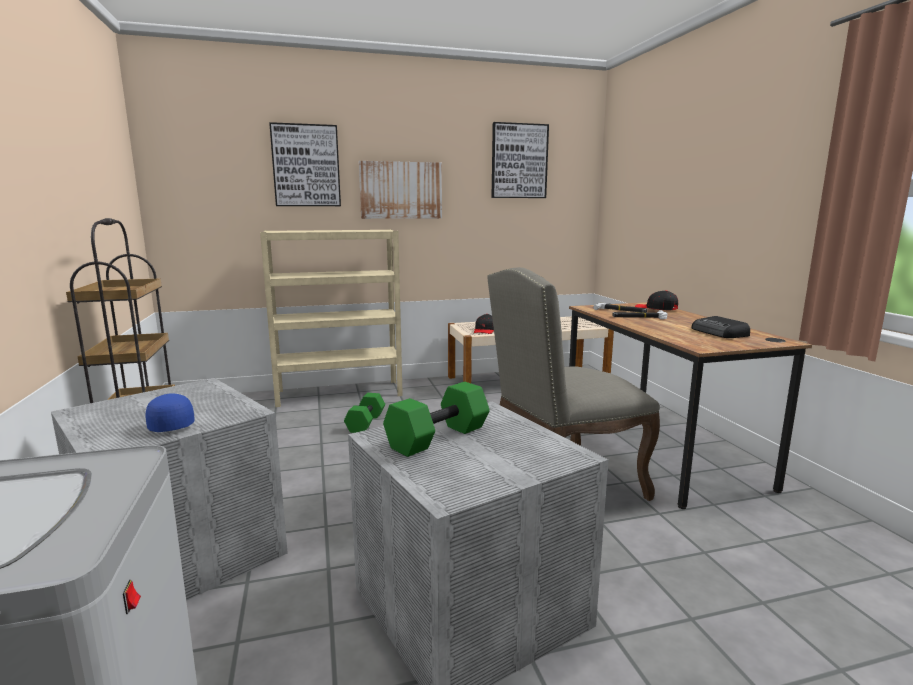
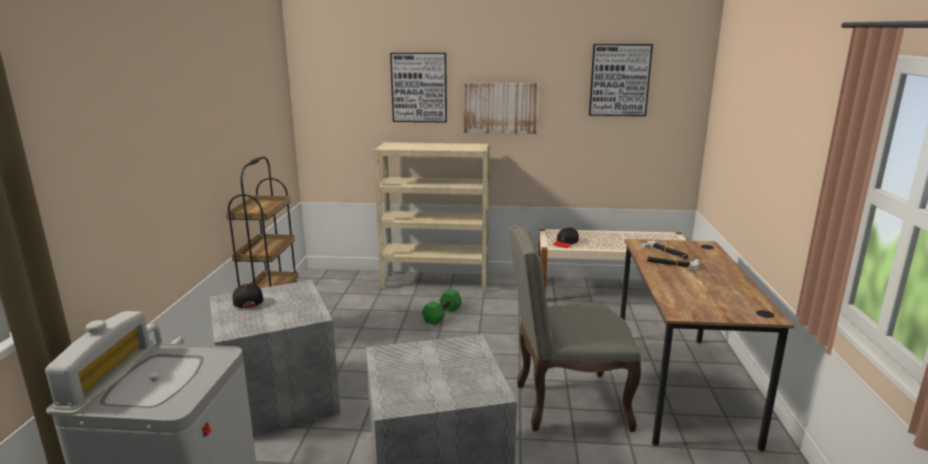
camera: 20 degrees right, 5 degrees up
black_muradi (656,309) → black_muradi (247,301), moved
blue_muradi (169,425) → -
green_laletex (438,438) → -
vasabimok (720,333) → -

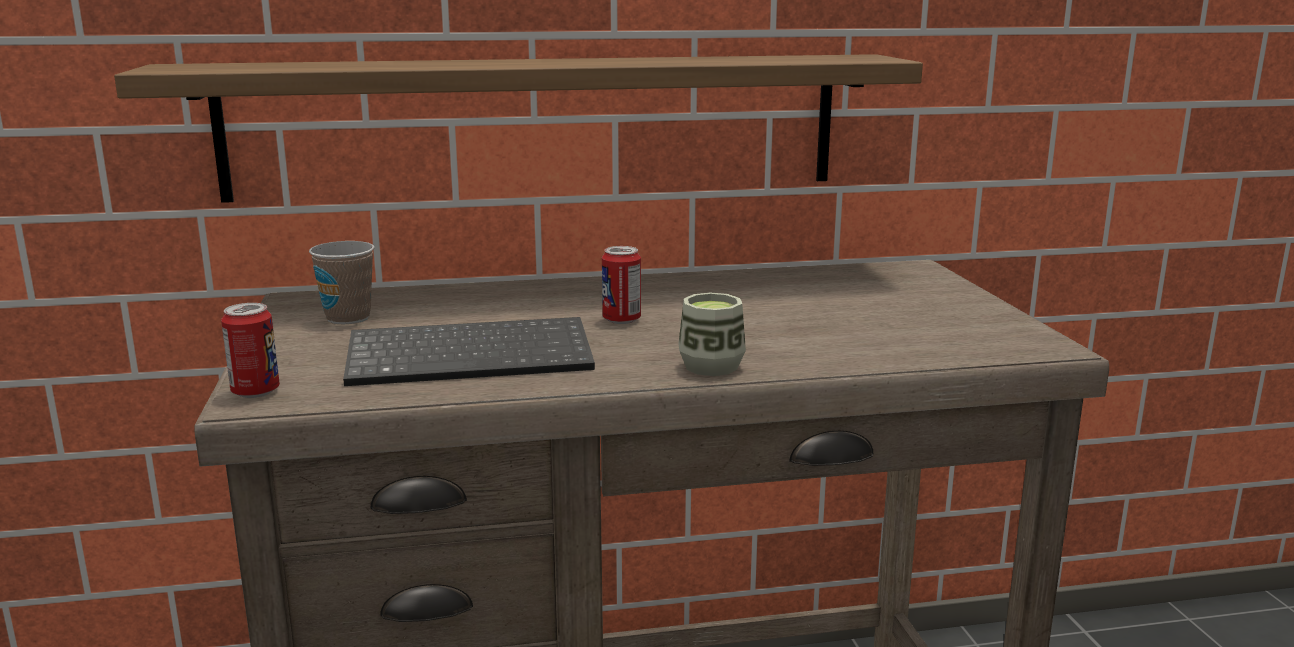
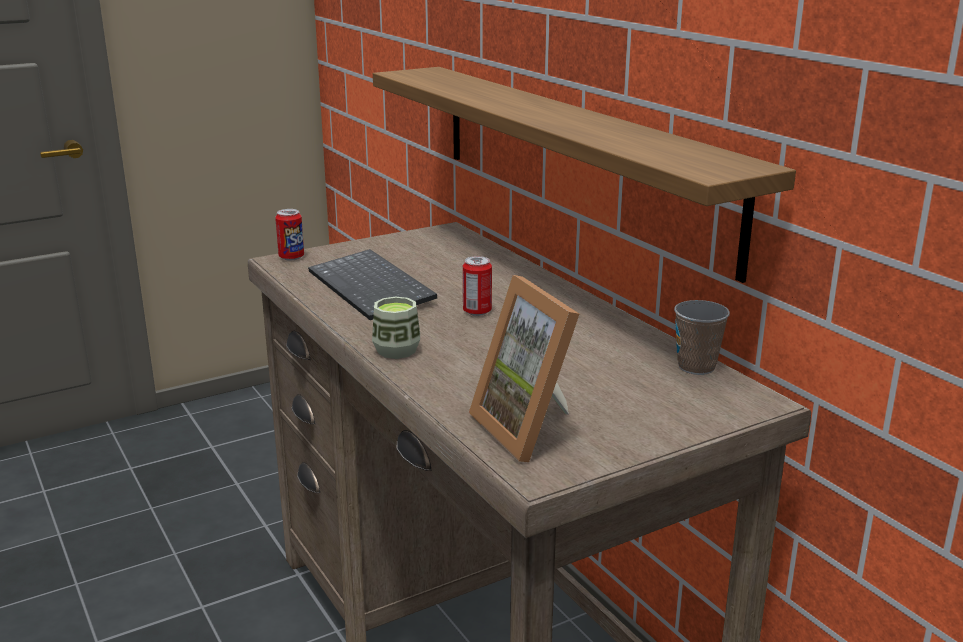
camera: 70 degrees right, 5 degrees up
- → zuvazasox (532,429)
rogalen (348,318) → rogalen (696,367), moved

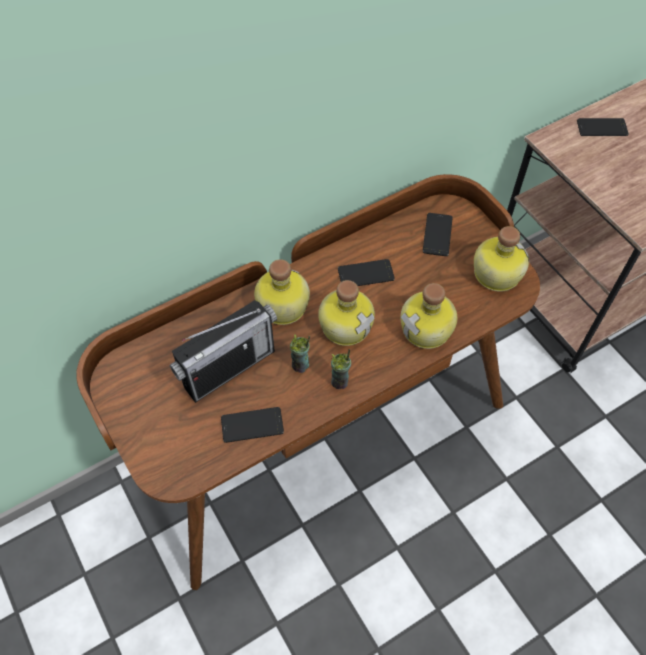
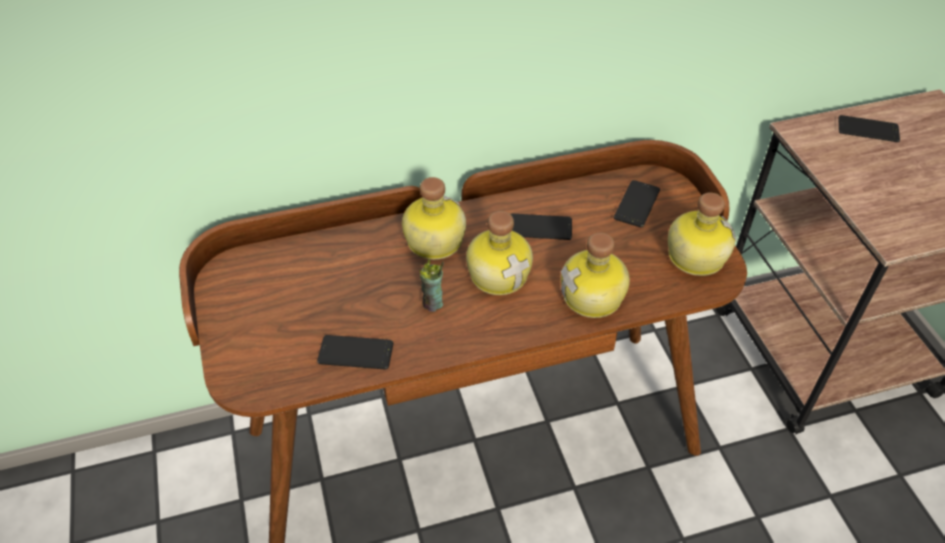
camera: 15 degrees right, 10 degrees down
vasabimok (229,368) → -
rogalen (340,382) → -

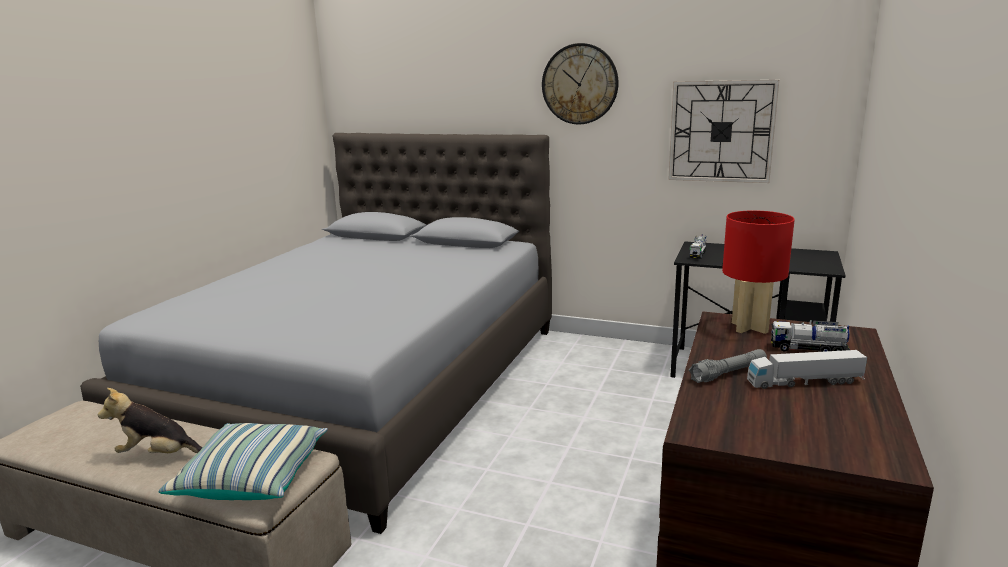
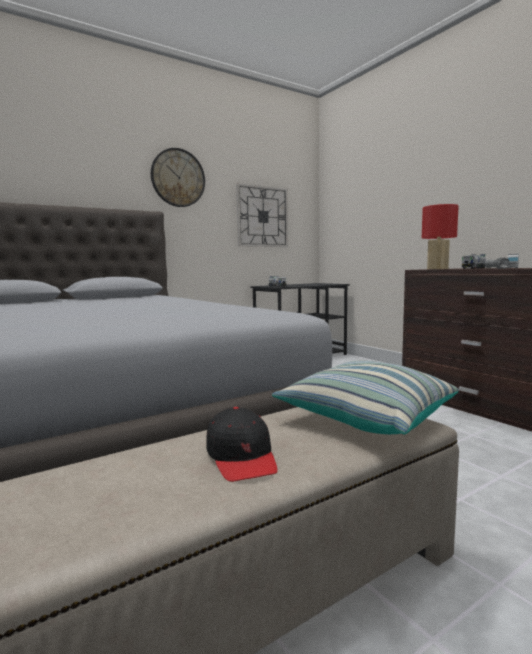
camera: 55 degrees left, 10 degrees down
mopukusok (160,455) → black_muradi (242,457)

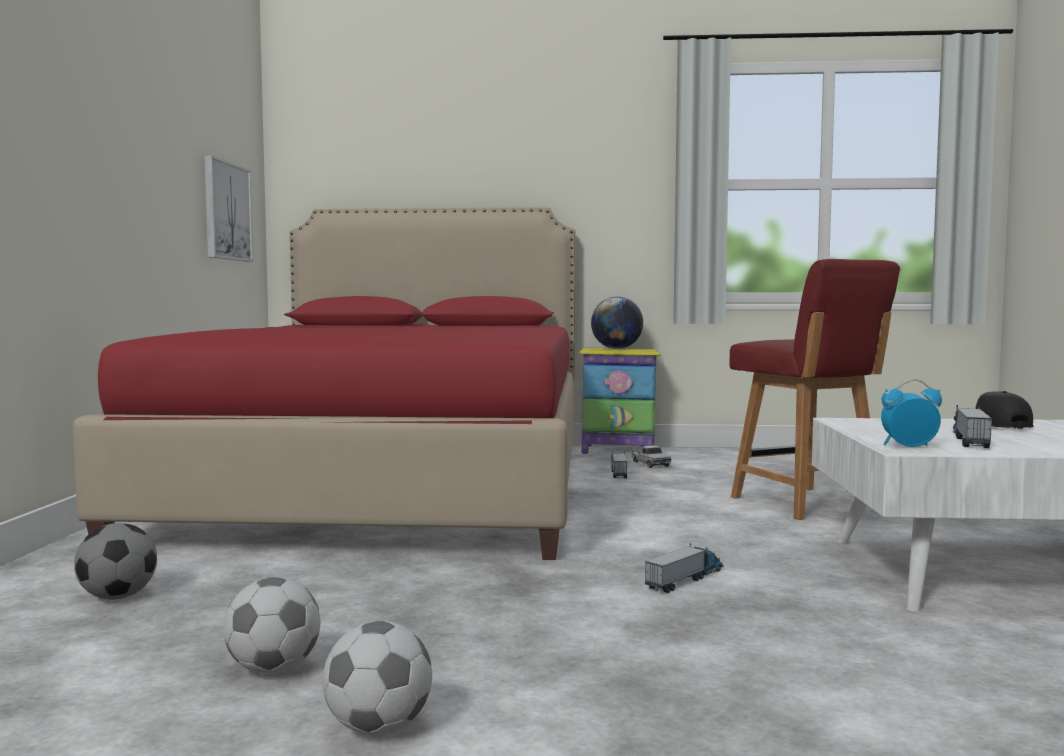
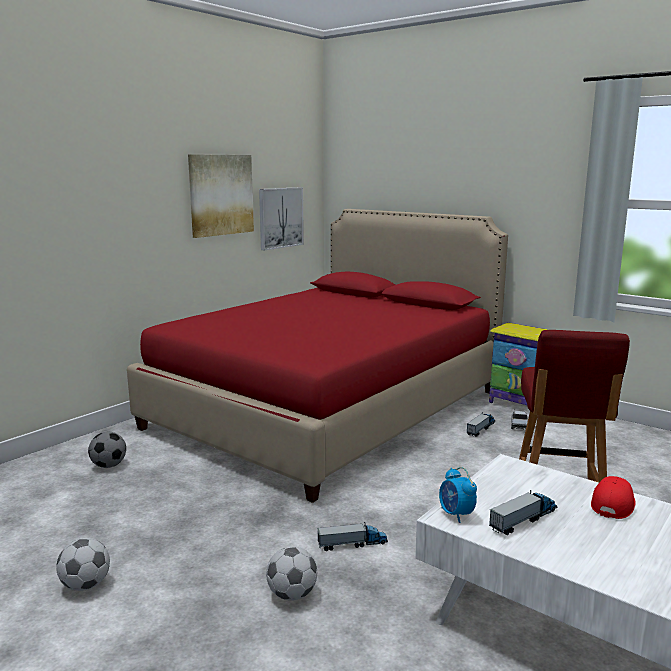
camera: 35 degrees right, 10 degrees up
- → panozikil (221,195)
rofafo (273,669) → rofafo (292,595), moved
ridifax (907,446) → ridifax (456,514), 150 degrees counterclockwise
black_muradi (997,424) → red_muradi (613,504)
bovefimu (617,348) → -

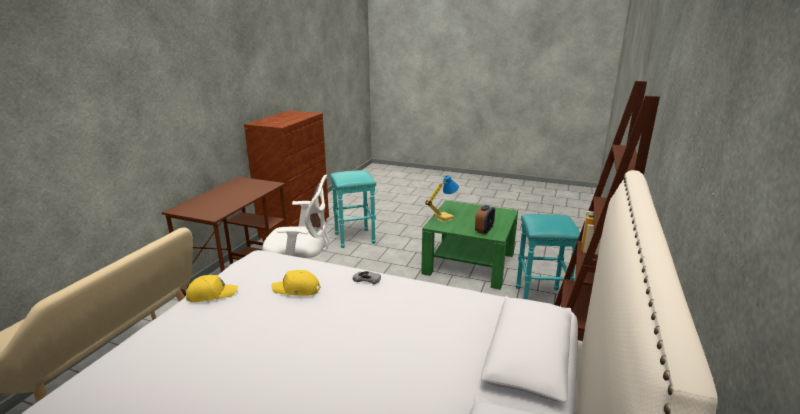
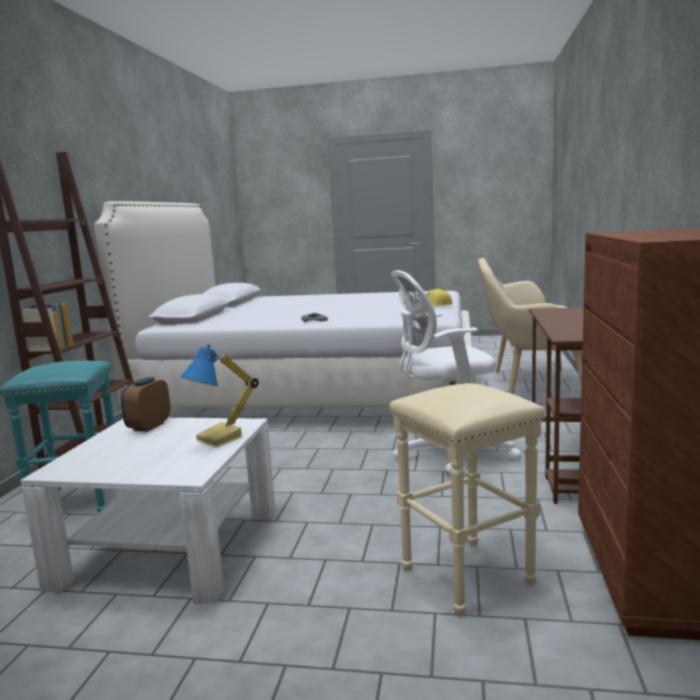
camera: 170 degrees right, 10 degrees down
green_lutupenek (469,263) → white_lutupenek (170,547)
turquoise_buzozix (355,238) → beige_buzozix (463,575)
yellow_muradi (296,289) → -

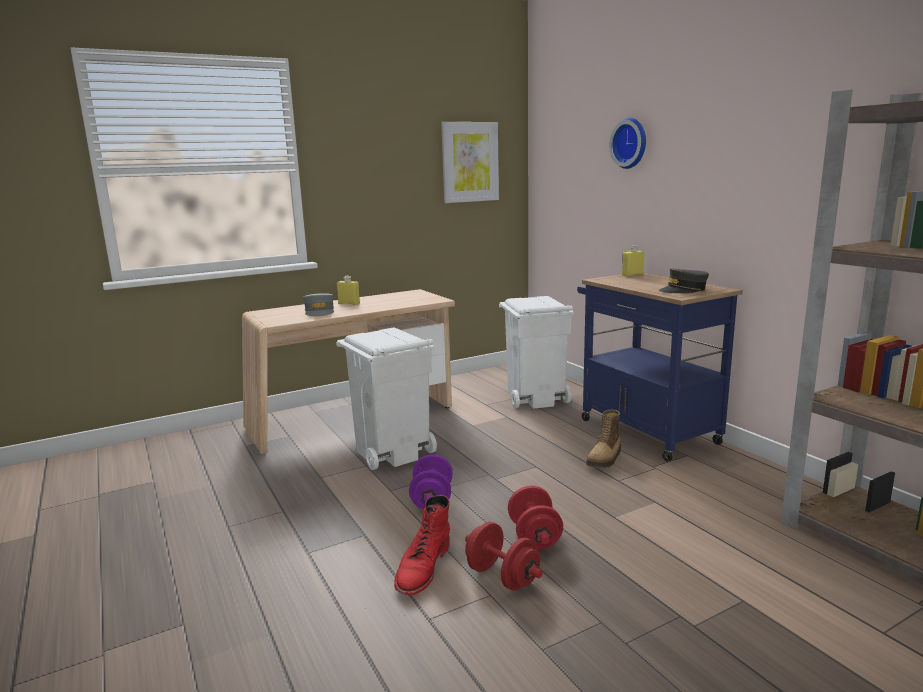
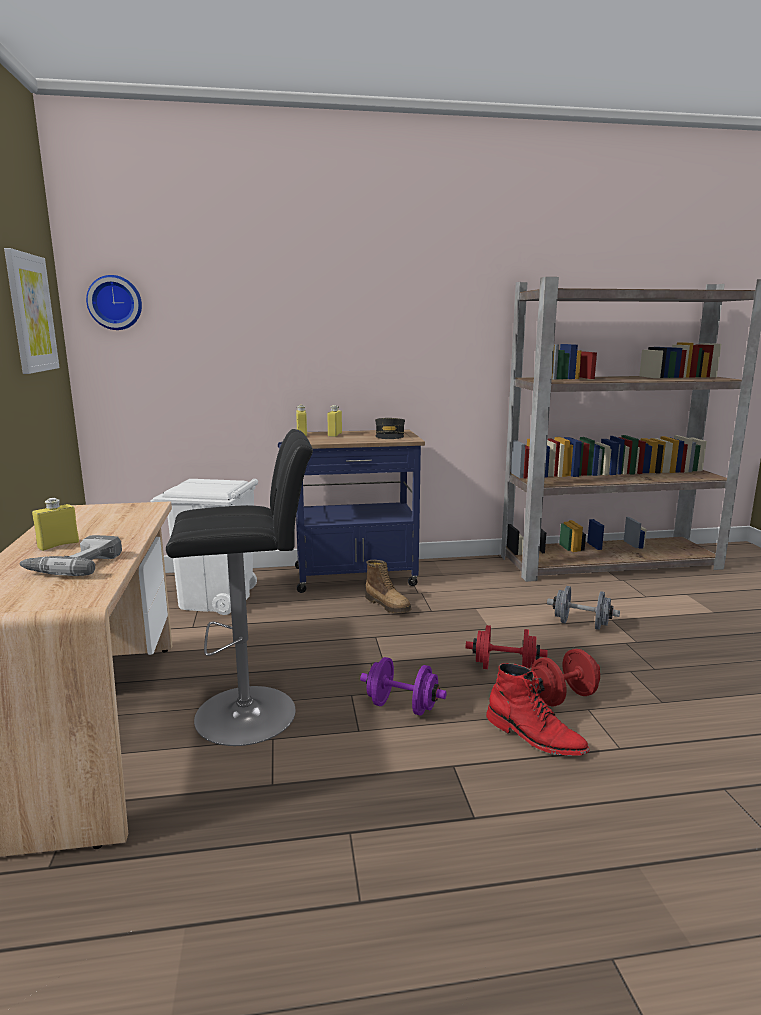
camera: 70 degrees left, 0 degrees up
grey_muradi (319,312) → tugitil (74,565)
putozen (631,143) → putozen (115,303), moved
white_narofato (391,452) → black_buzozix (253,713)
- → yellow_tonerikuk (335,435)
- → grey_laletex (581,624)

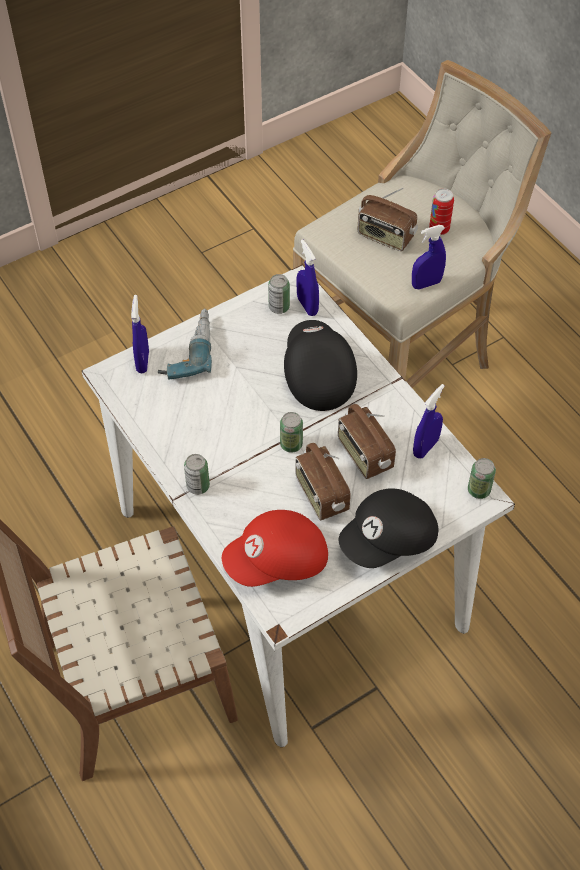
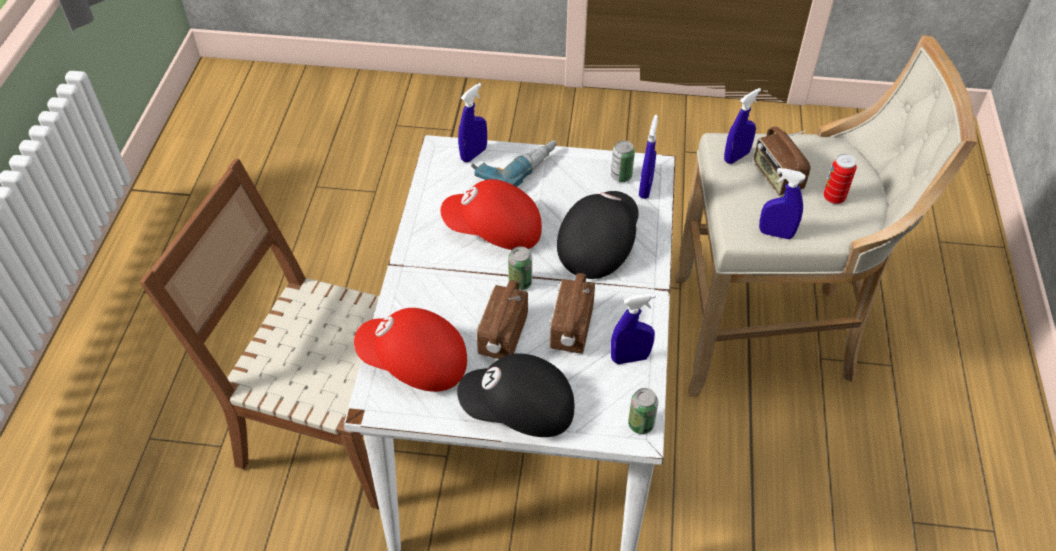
camera: 40 degrees right, 5 degrees down
- → red_muradi (494,231)
- → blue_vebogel (736,157)
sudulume (198,486) → -

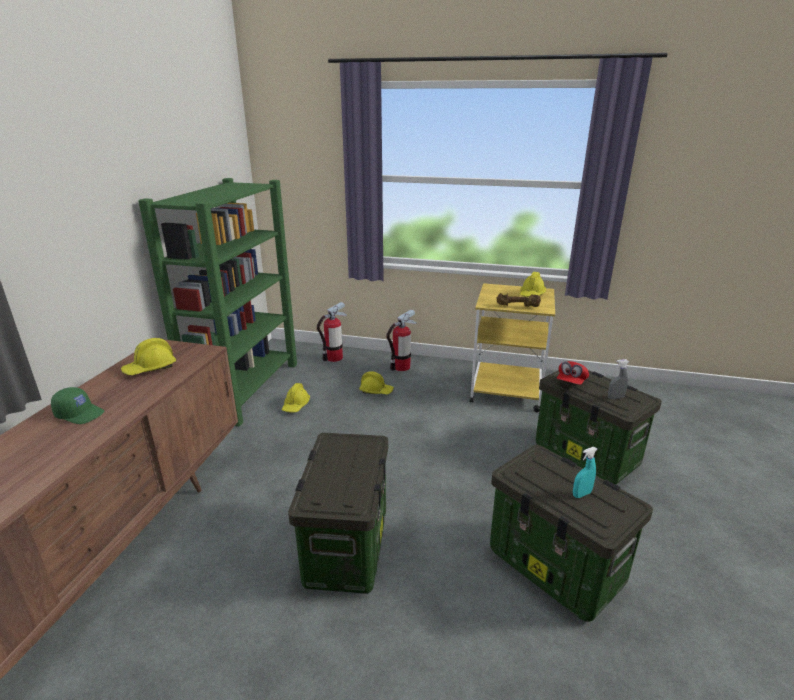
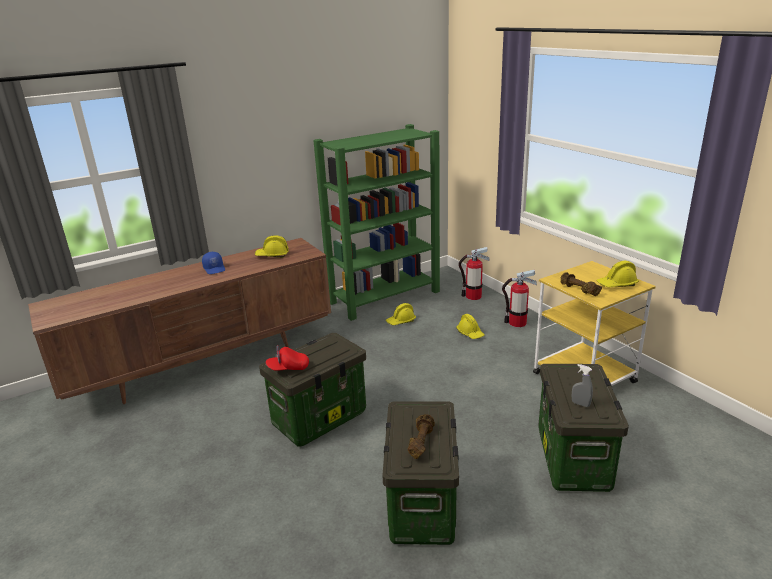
camera: 45 degrees right, 0 degrees up
green_muradi (80,413) → blue_muradi (215,268)
red_muradi (571,382) → red_muradi (288,368), moved
turquoise_vebogel (581,494) → brown_laletex (420,442)

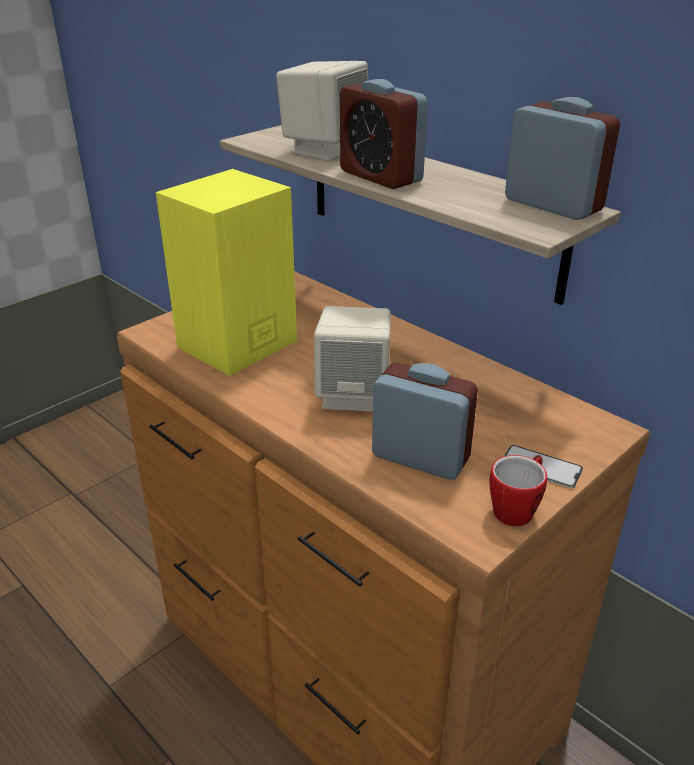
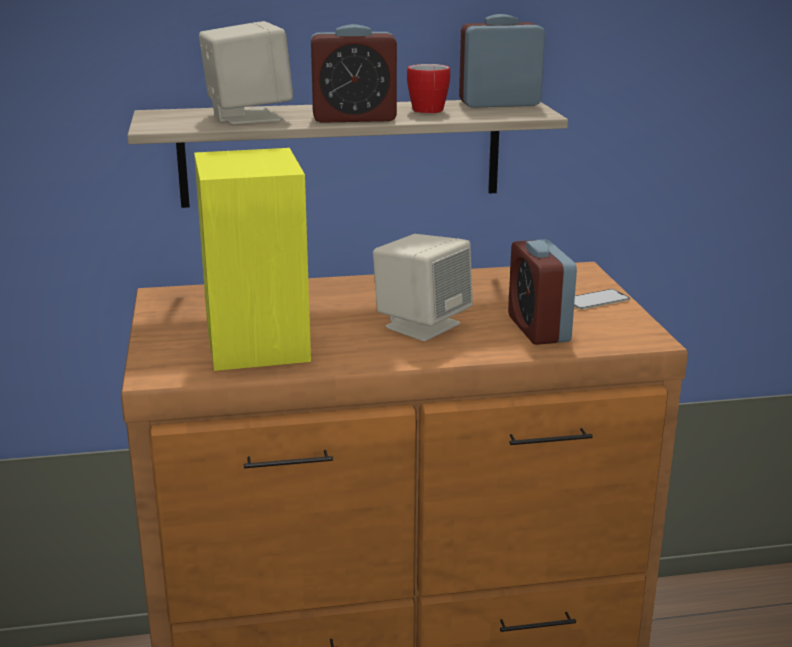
camera: 55 degrees left, 10 degrees down
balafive (517,508) → balafive (426,109), moved
ridifax (420,457) → ridifax (538,329), 75 degrees counterclockwise

